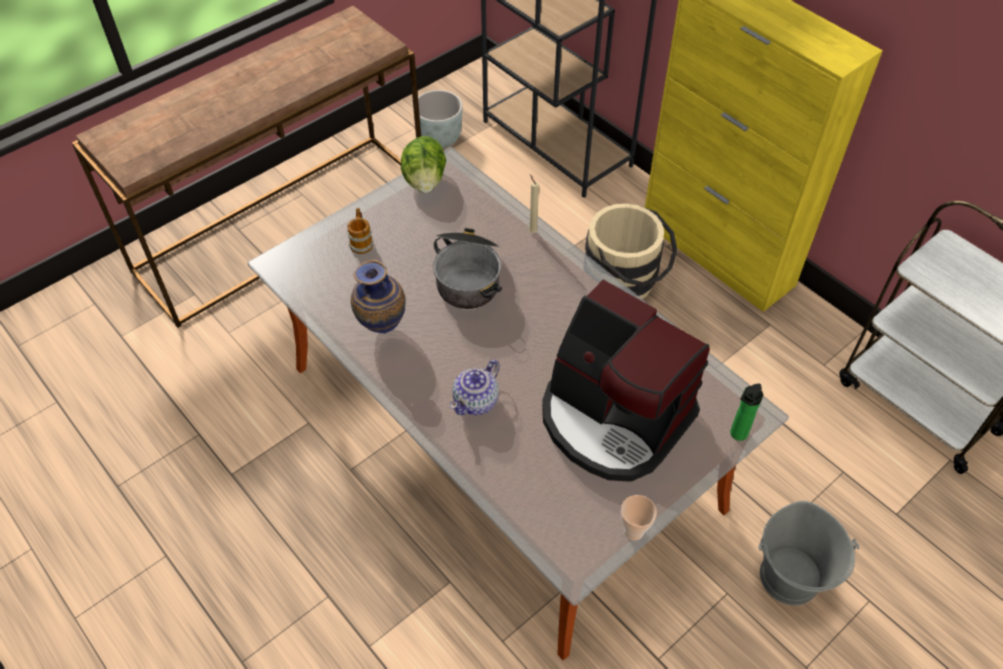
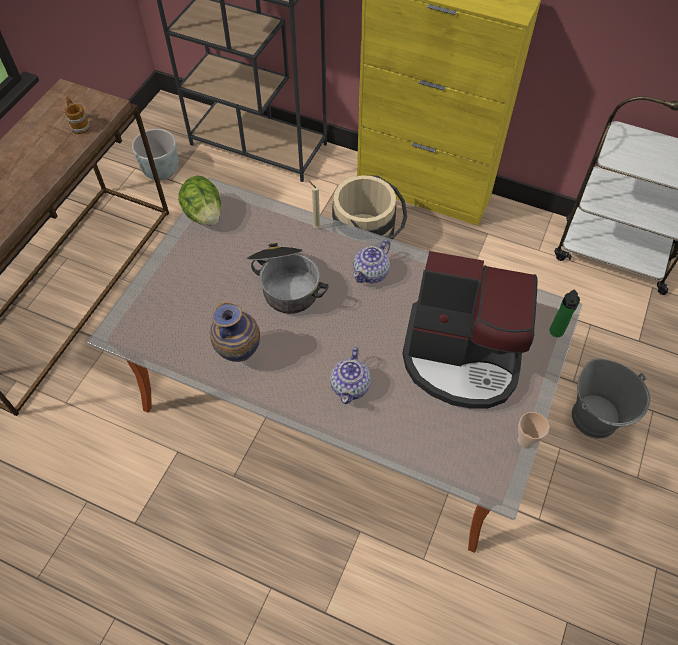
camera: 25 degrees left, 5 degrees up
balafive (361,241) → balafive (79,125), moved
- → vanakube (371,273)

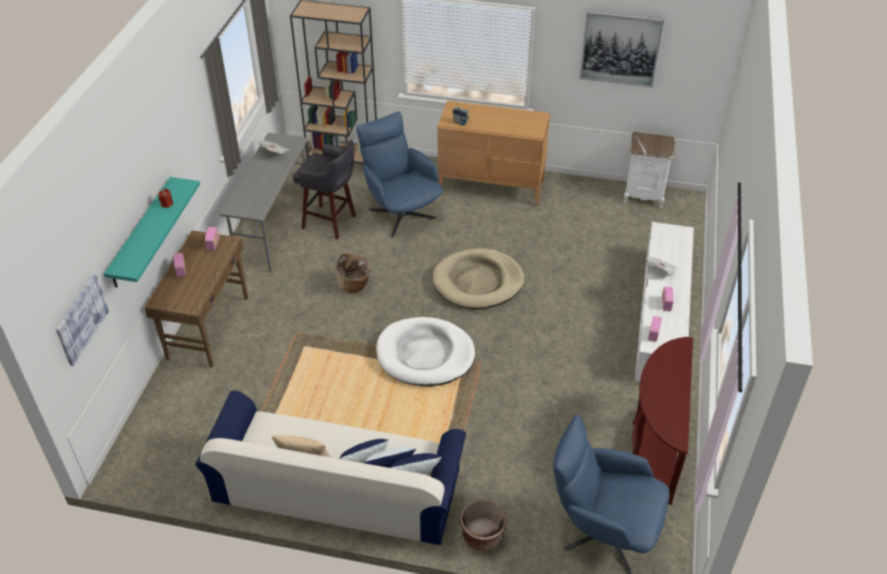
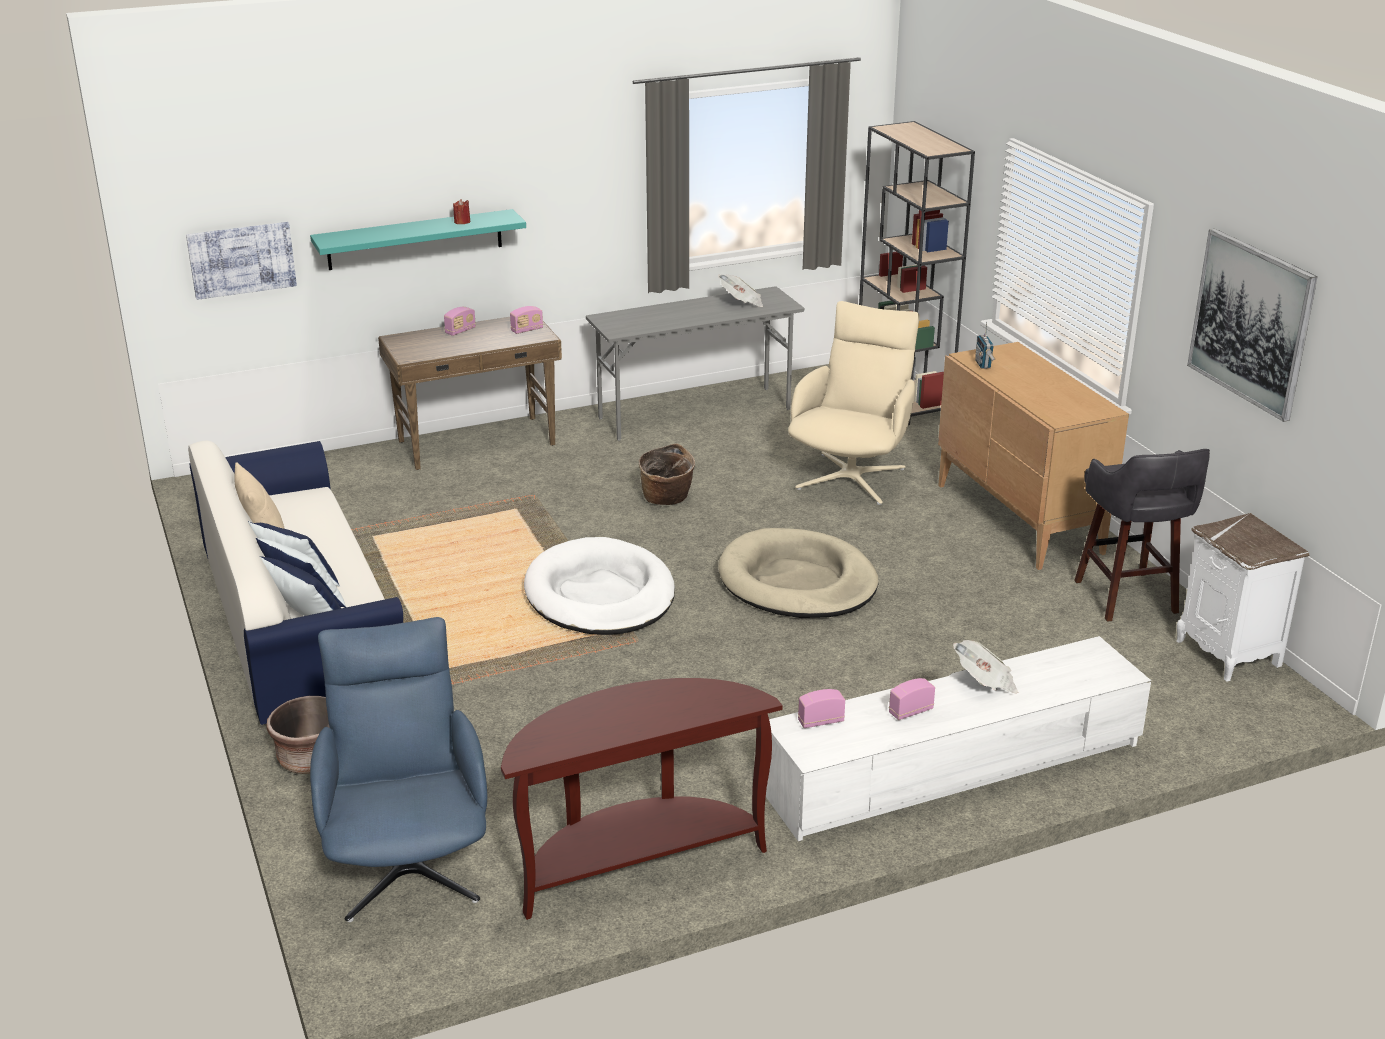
camera: 55 degrees right, 15 degrees down
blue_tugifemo (401,213) → beige_tugifemo (852,477)
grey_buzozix (331,223) → grey_buzozix (1127,600), moved

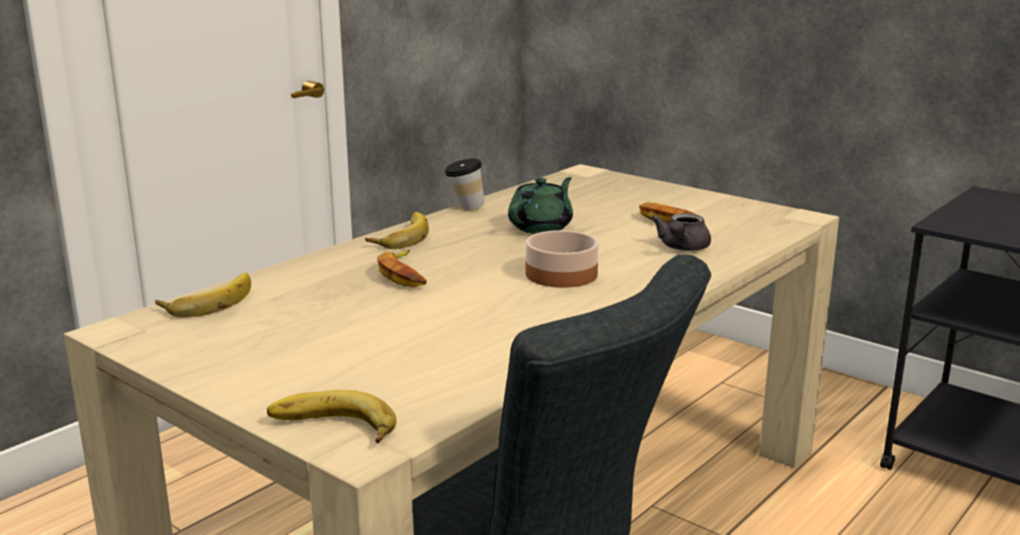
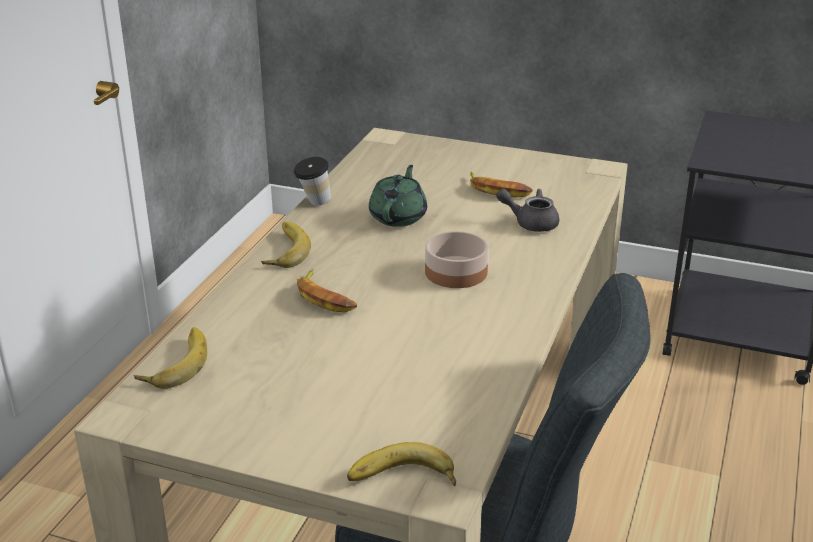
camera: 20 degrees left, 10 degrees up
grey_vanakube (682,248) → grey_vanakube (530,223), 105 degrees clockwise

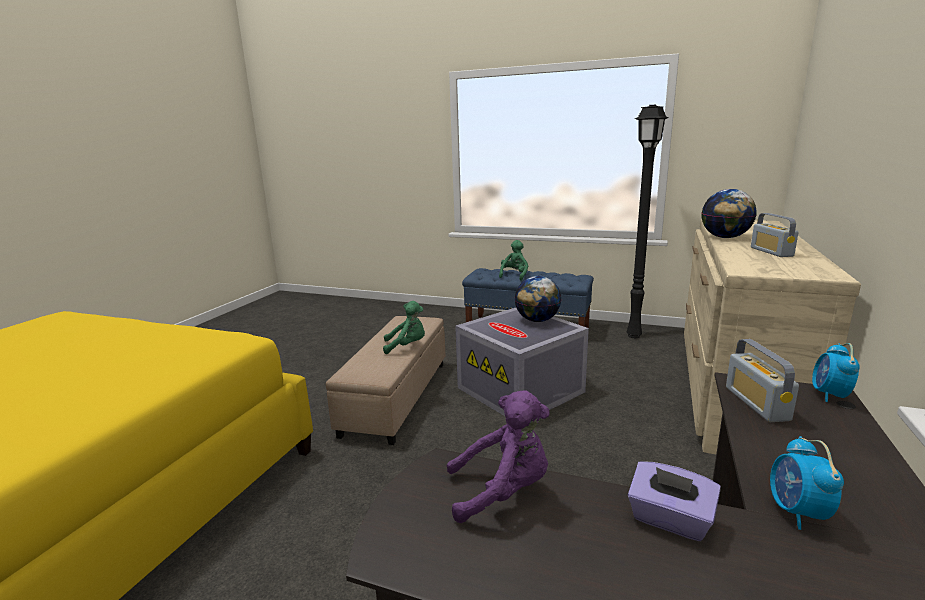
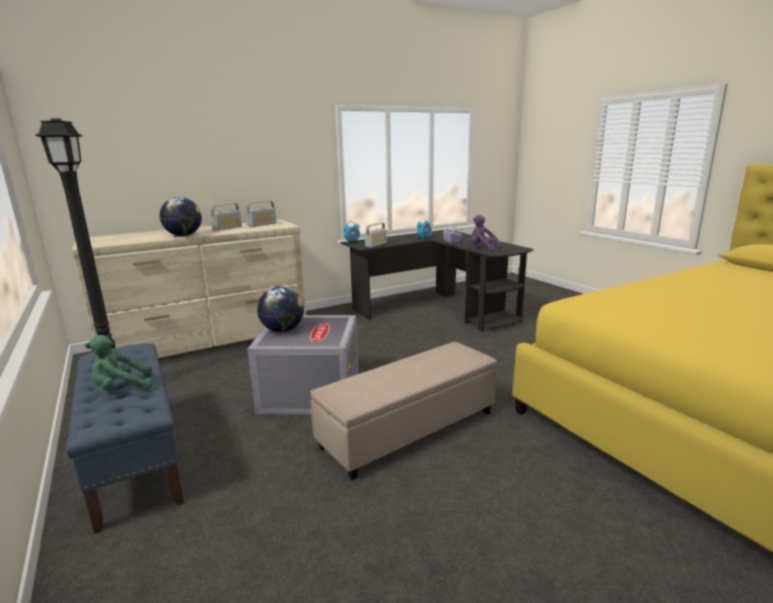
camera: 140 degrees left, 0 degrees up
- → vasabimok (262,224)
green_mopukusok (407,346) → -

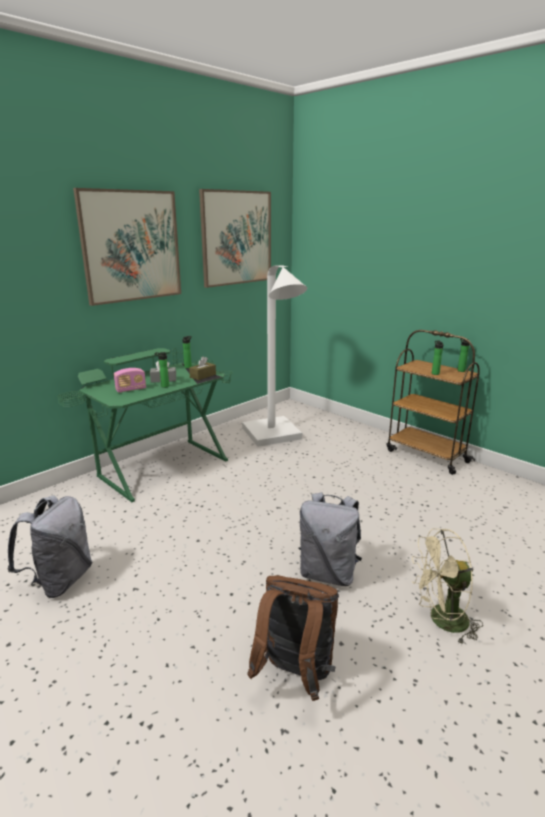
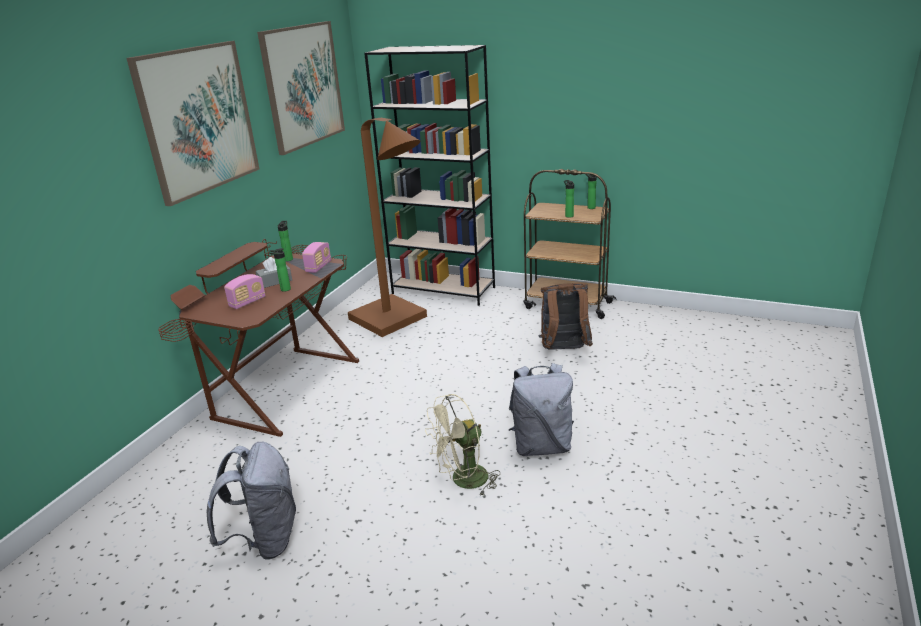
camera: 20 degrees left, 5 degrees up
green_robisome (162,466) → brown_robisome (285,387)
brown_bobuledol (203,376) → vasabimok (318,267)
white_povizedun (275,437) → brown_povizedun (394,321)
- → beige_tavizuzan (444,290)
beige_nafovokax (441,621) → beige_nafovokax (463,481), moved
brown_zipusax (294,675) → brown_zipusax (564,350), moved

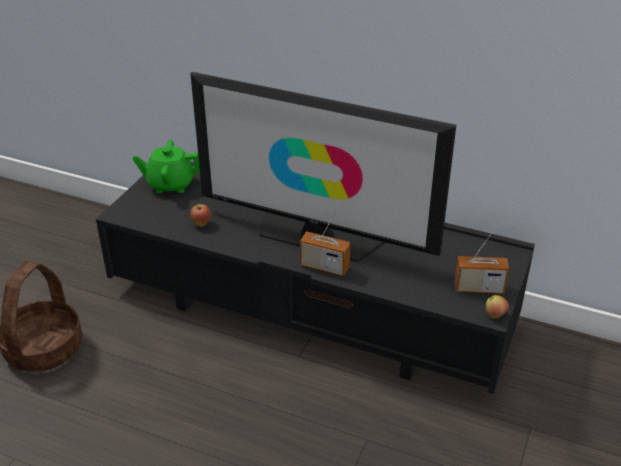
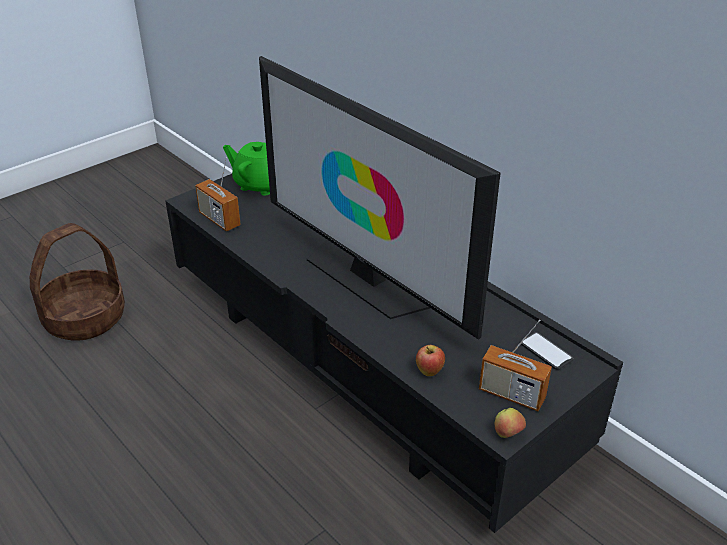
camera: 25 degrees right, 0 degrees up
vasabimok (324,267) → vasabimok (219,219), moved
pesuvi (201,224) → pesuvi (429,372), moved
- → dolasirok (546,351)

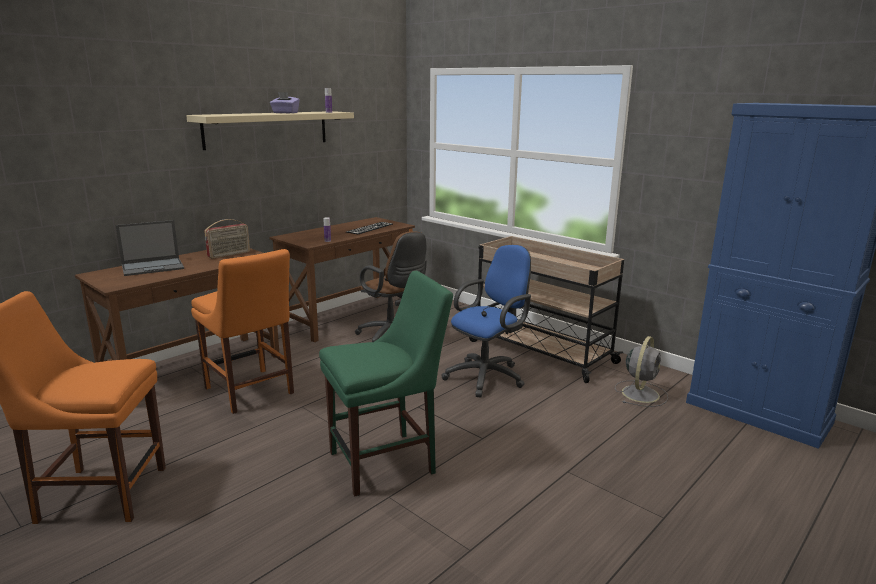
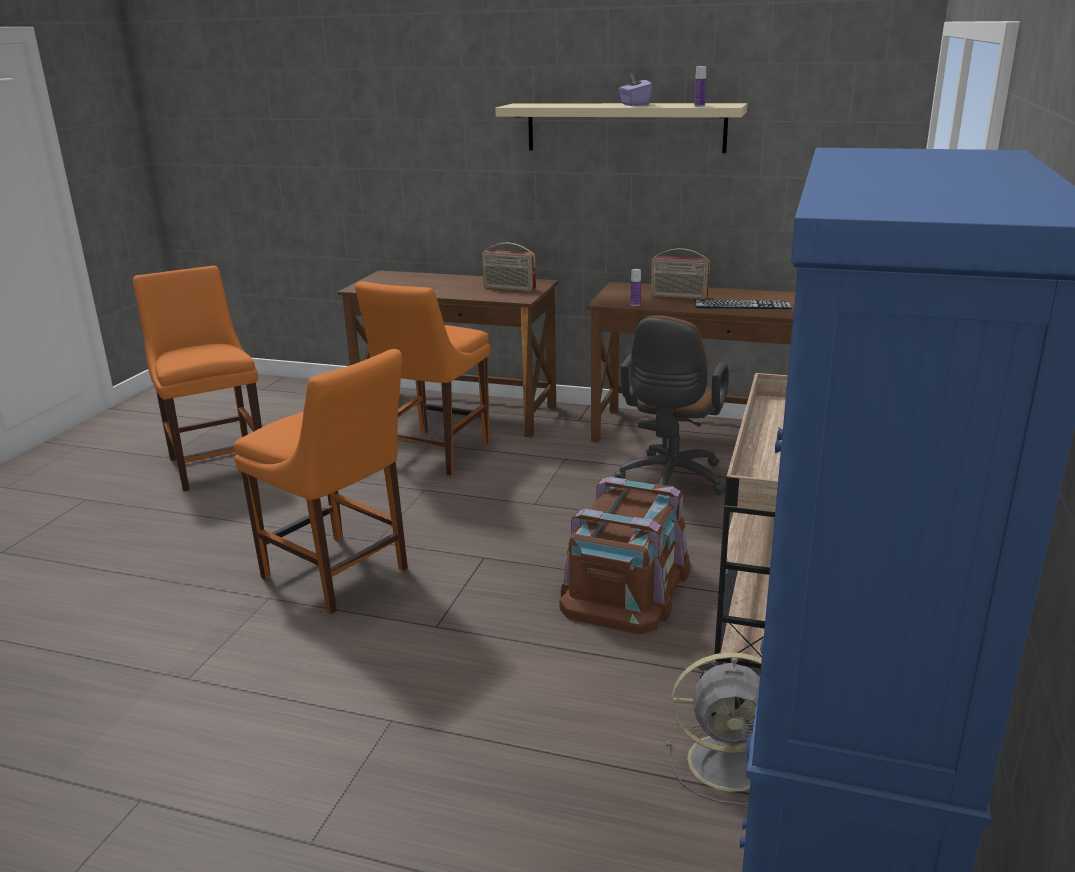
camera: 65 degrees right, 5 degrees up
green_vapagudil (387,461) → orange_vapagudil (339,576)
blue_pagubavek (488,376) → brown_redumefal (627,585)
- → vasabimok (678,296)
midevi (153,267) → -

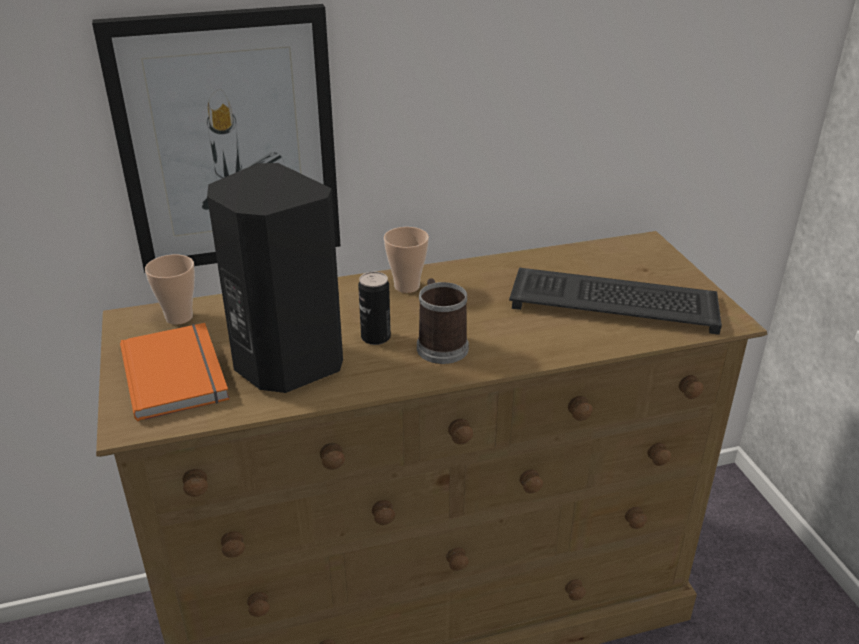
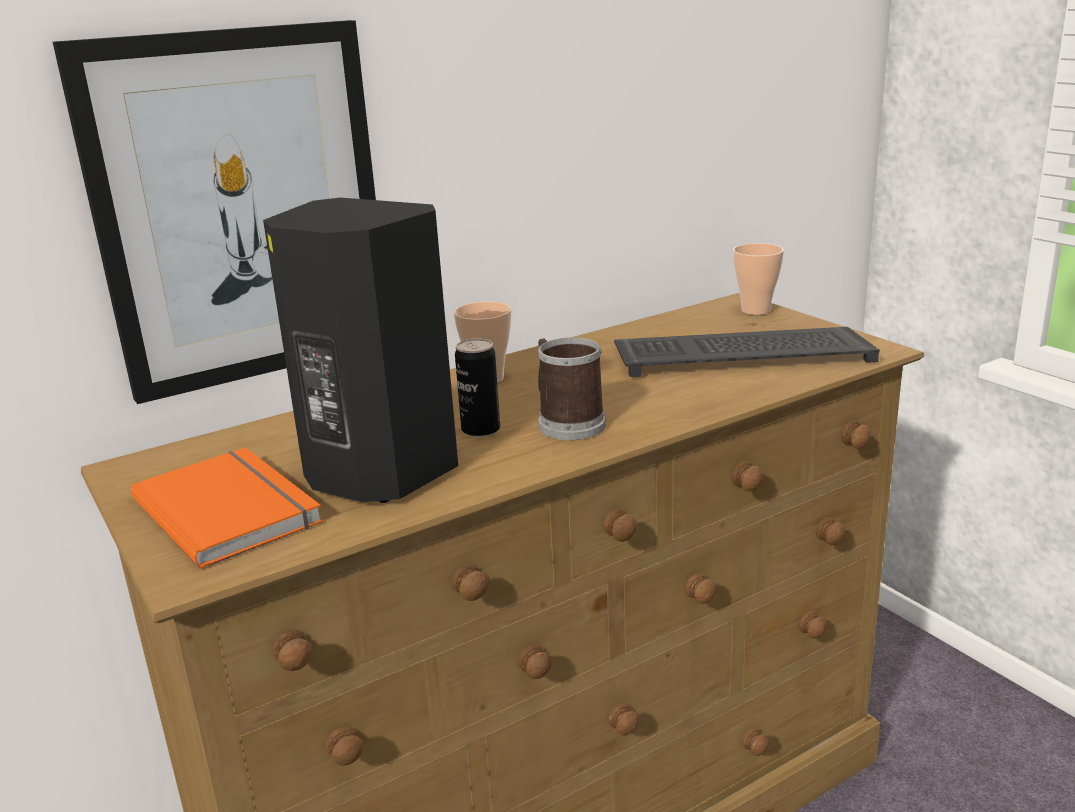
camera: 15 degrees left, 10 degrees down
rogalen (179,317) → rogalen (755,310), moved

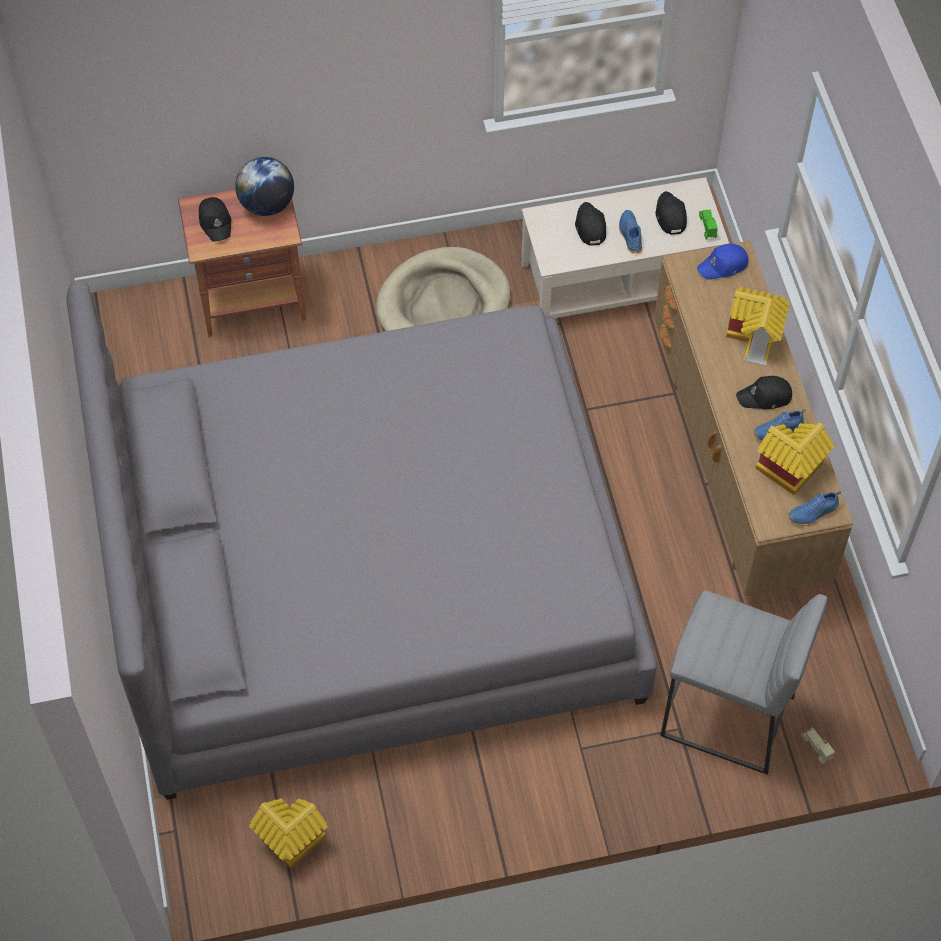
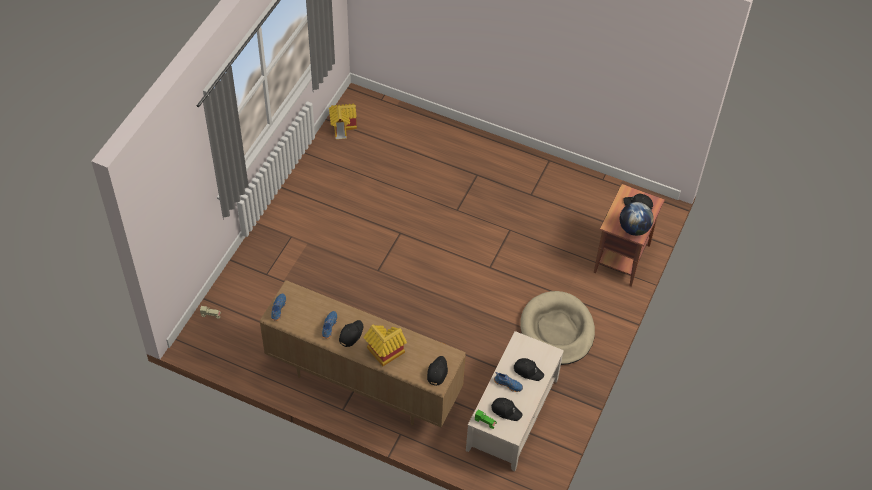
camera: 125 degrees right, 5 degrees down
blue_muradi (723,266) → black_muradi (437,372)
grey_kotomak (368,572) → -
grey_buzozix (726,717) → -
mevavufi (788,473) → -

